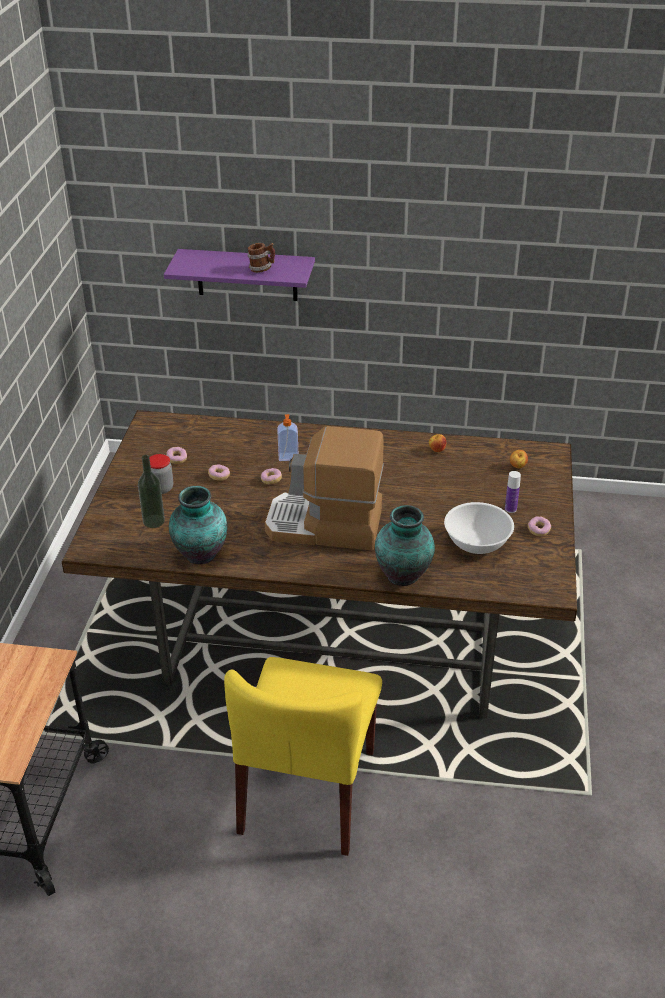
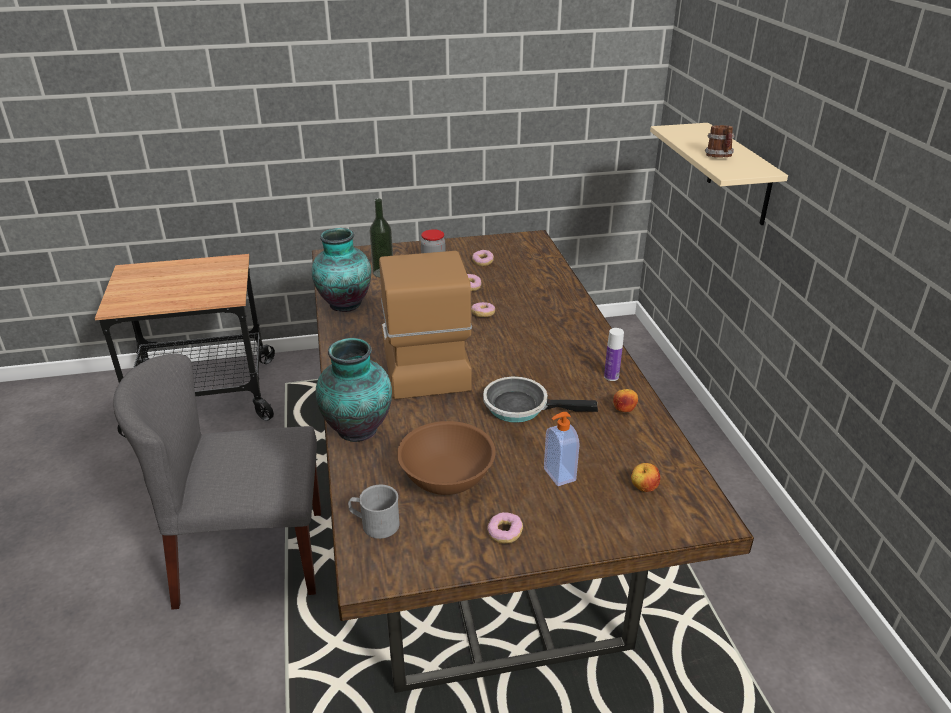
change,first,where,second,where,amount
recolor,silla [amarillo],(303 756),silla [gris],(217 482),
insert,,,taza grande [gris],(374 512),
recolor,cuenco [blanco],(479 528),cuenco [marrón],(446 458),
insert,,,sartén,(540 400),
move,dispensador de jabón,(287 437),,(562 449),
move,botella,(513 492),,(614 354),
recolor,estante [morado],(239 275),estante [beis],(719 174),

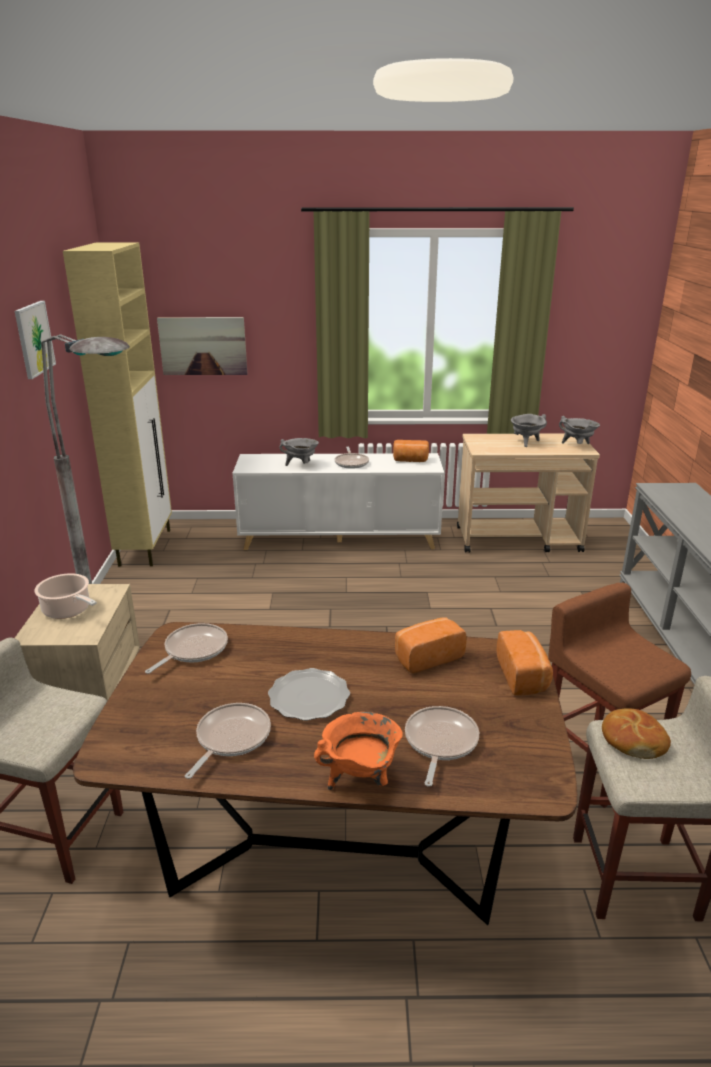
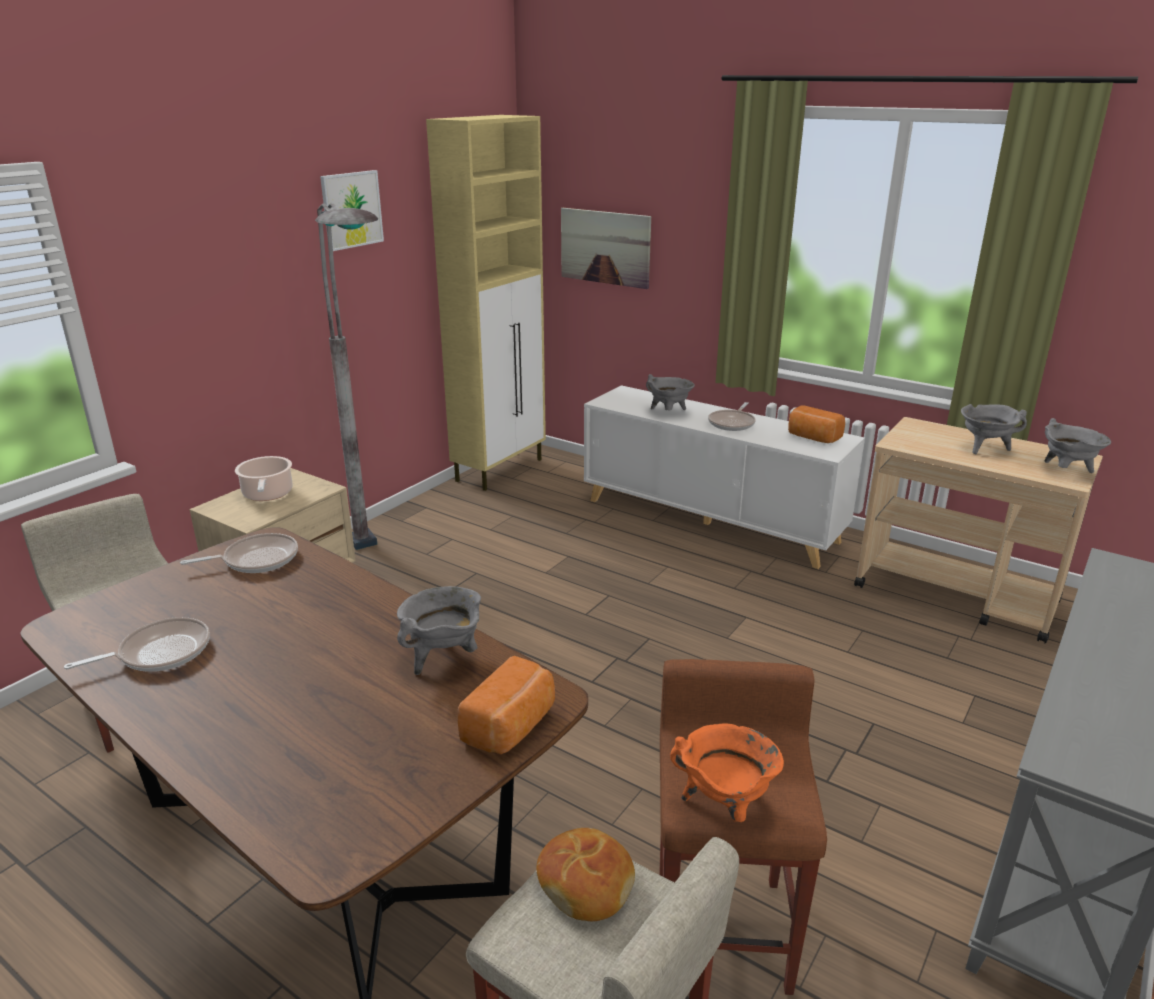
change,first,where,second,where,amount
replace,pan,(431 645),olla [gris],(439 630),
move,olla [naranja],(358 751),,(727 773),
delete,plato,(309 694),,,
delete,sartén,(442 746),,,

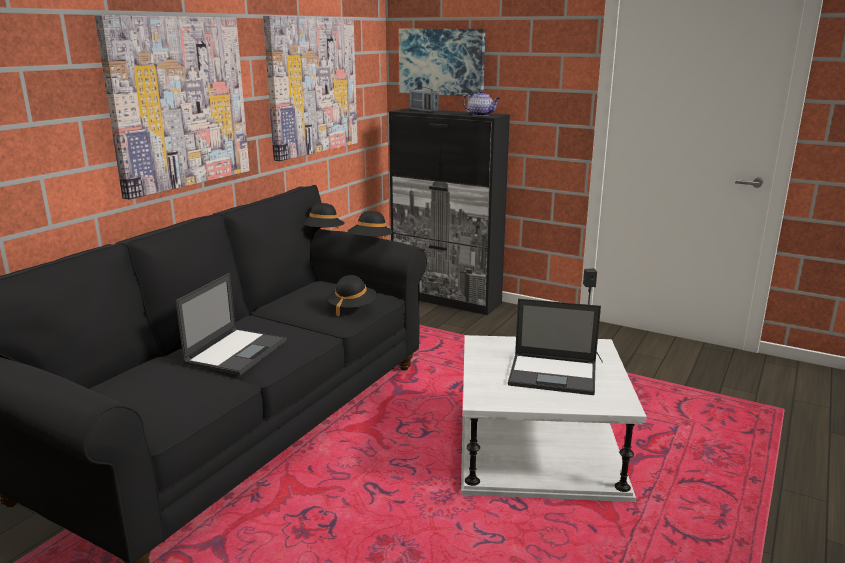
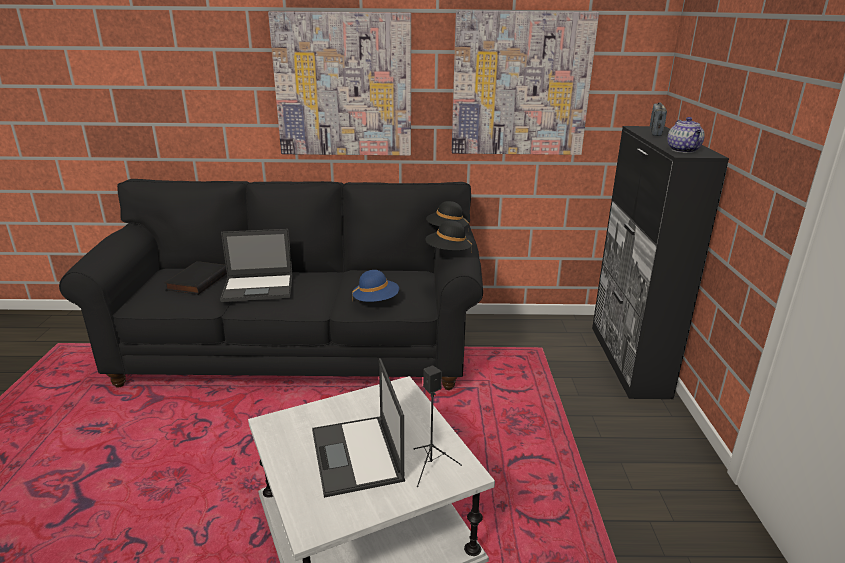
change,first,where,second,where,amount
insert,,,libro [negro],(195 278),
recolor,sombrero [negro],(352 296),sombrero [azul],(375 286),
delete,cuadro,(442 62),,,

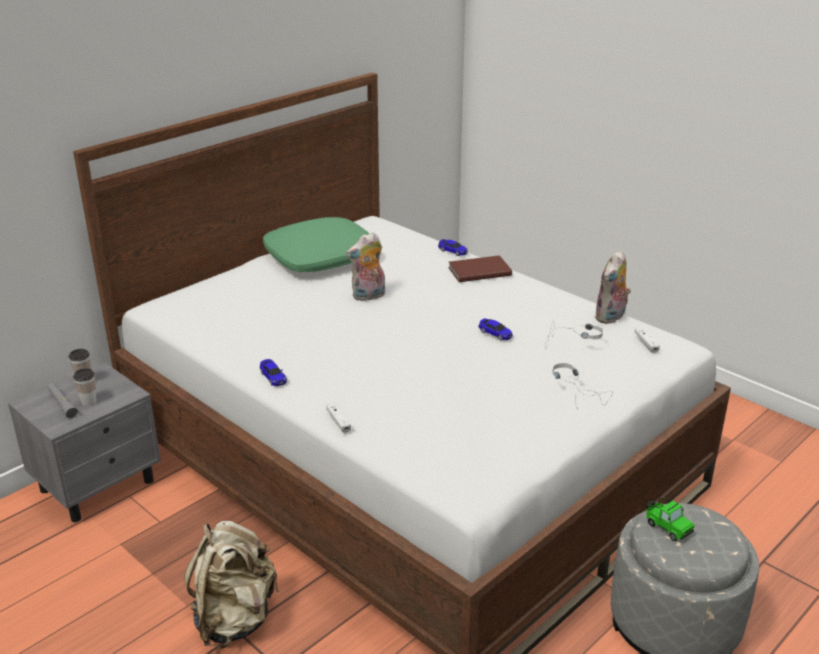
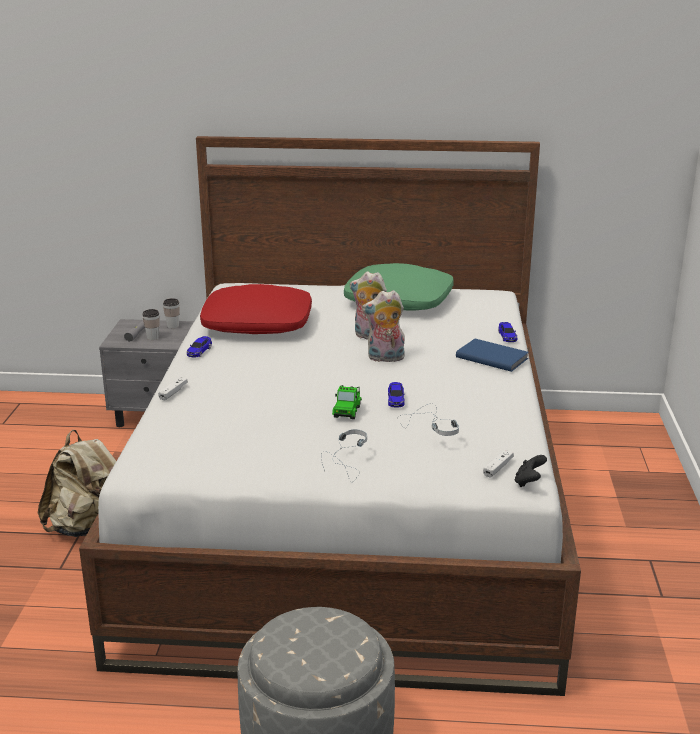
change,first,where,second,where,amount
insert,,,cojín [rojo],(256 309),
move,coche de juguete,(670 519),,(347 402),
move,peluche,(612 287),,(383 326),
recolor,libro [marrón],(480 268),libro [azul],(492 355),
insert,,,mando de consola [negro],(531 471),

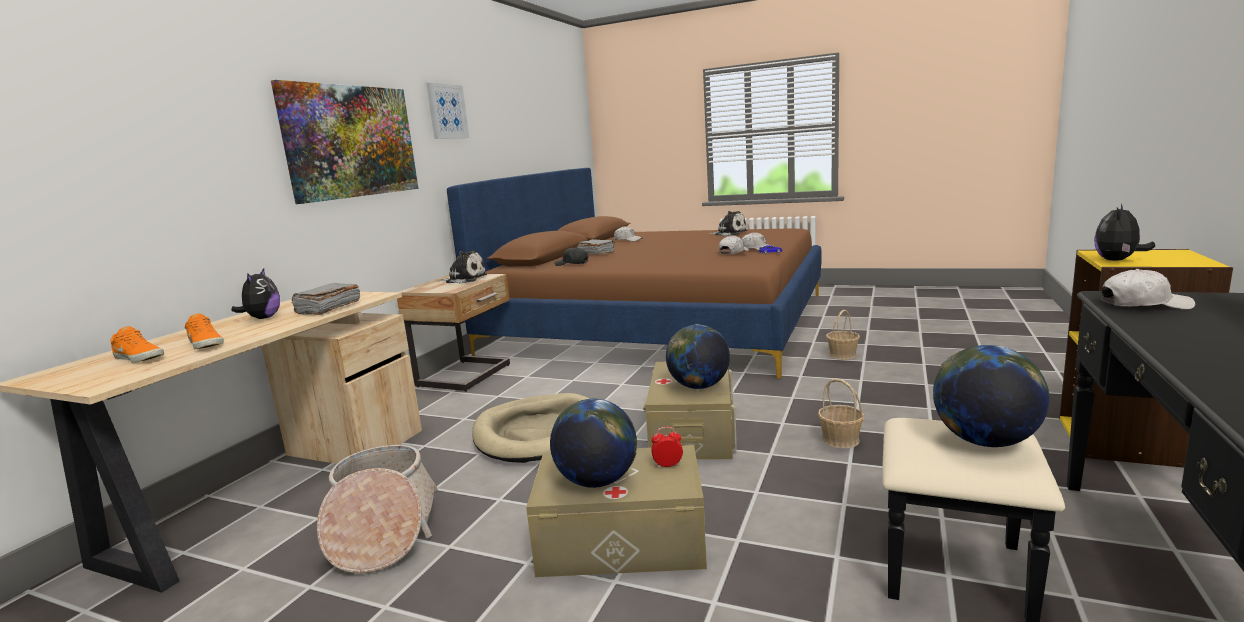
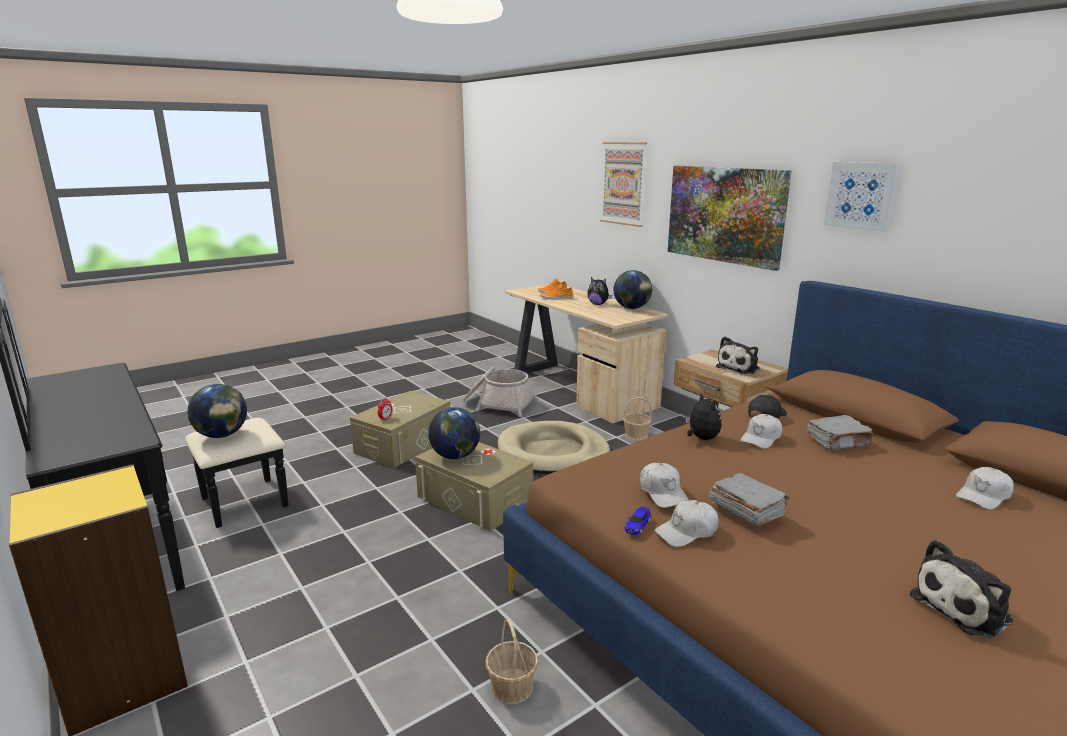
change,first,where,second,where,amount
insert,,,cuadro,(623 184),
move,globo terráqueo,(593 443),,(632 289),
move,cesta,(841 413),,(637 419),
move,peluche,(1124 232),,(703 416),
move,libro [gris],(326 299),,(749 499),
move,gorra [blanco],(1148 289),,(761 431),

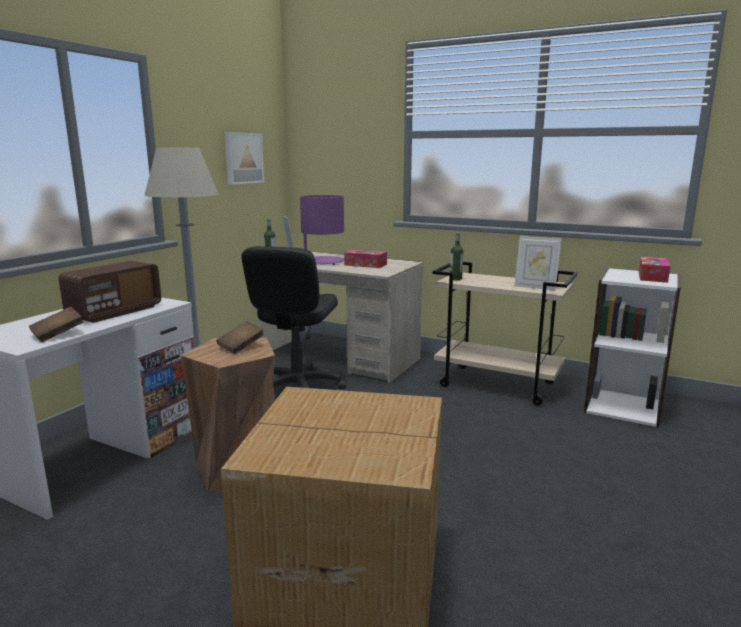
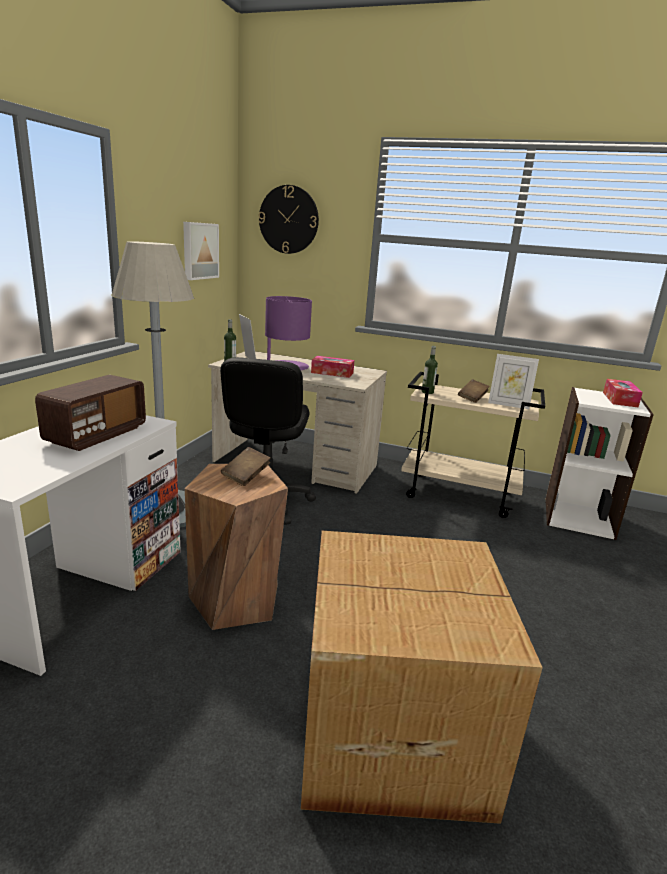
change,first,where,second,where,amount
insert,,,reloj de pared,(288 219),
move,libro [marrón],(56 324),,(474 391),

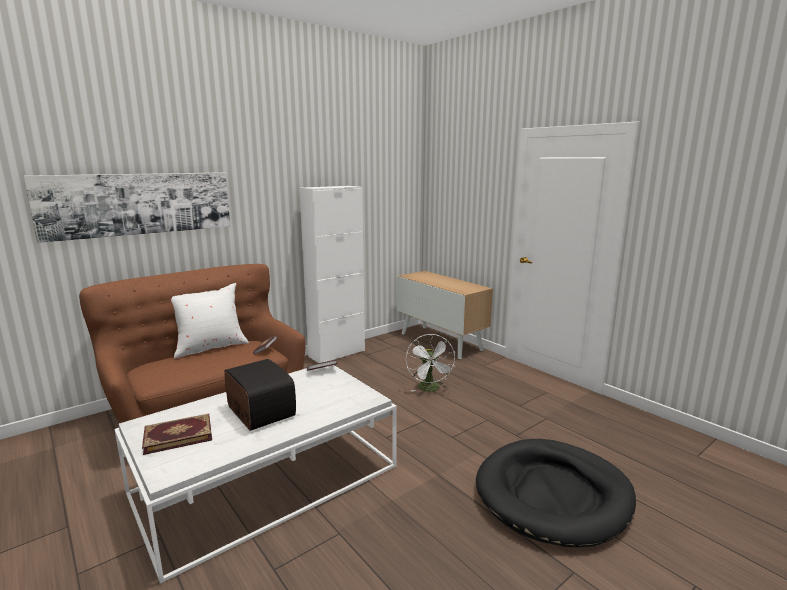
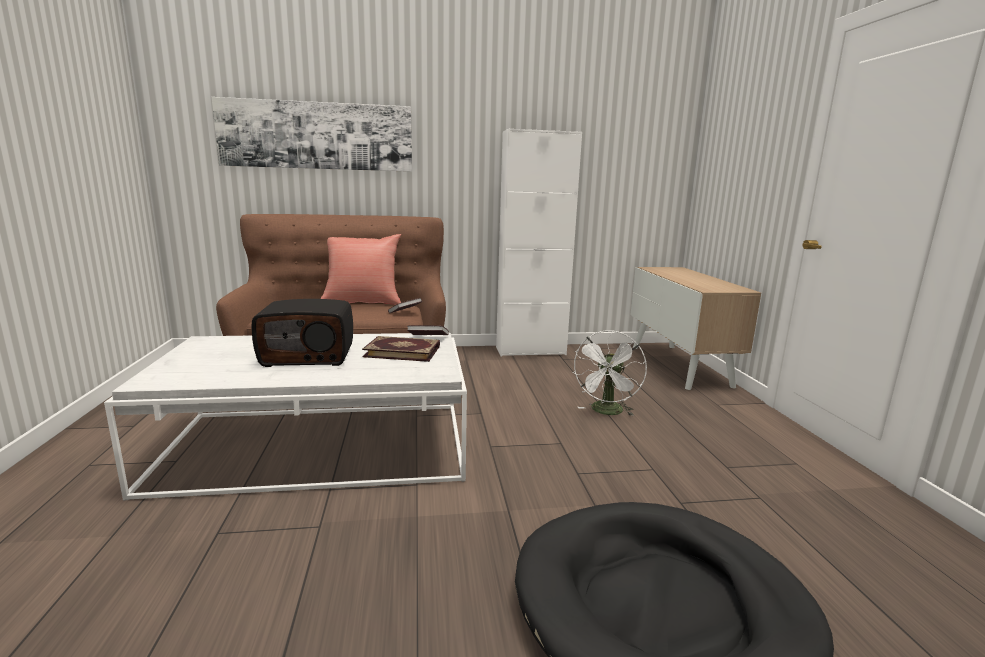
change,first,where,second,where,amount
rotate,radio,(260 395),,(302 333),90 degrees clockwise
recolor,cojín [blanco],(210 321),cojín [rojo],(360 269),
move,libro,(177 434),,(401 349),

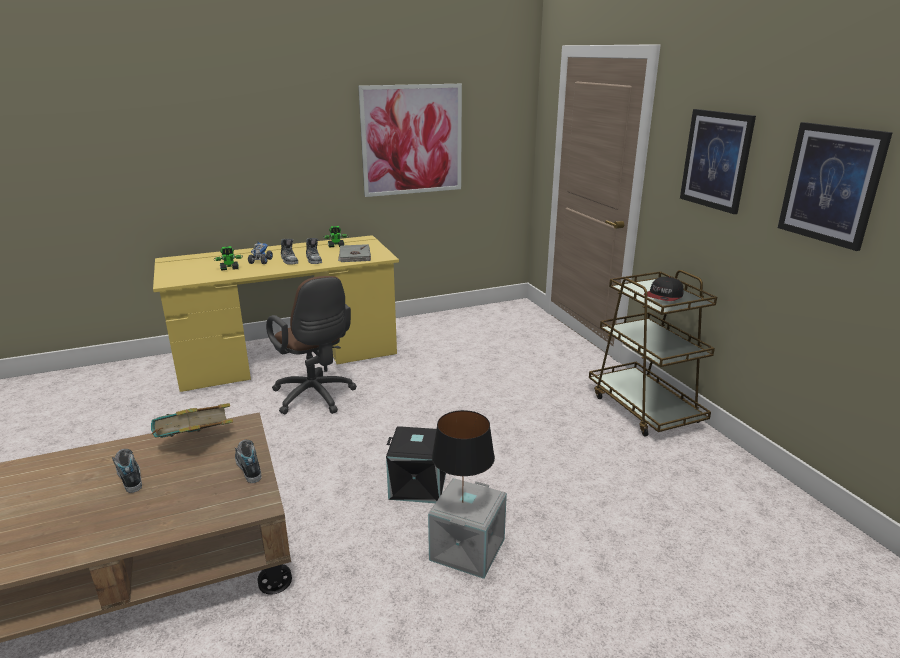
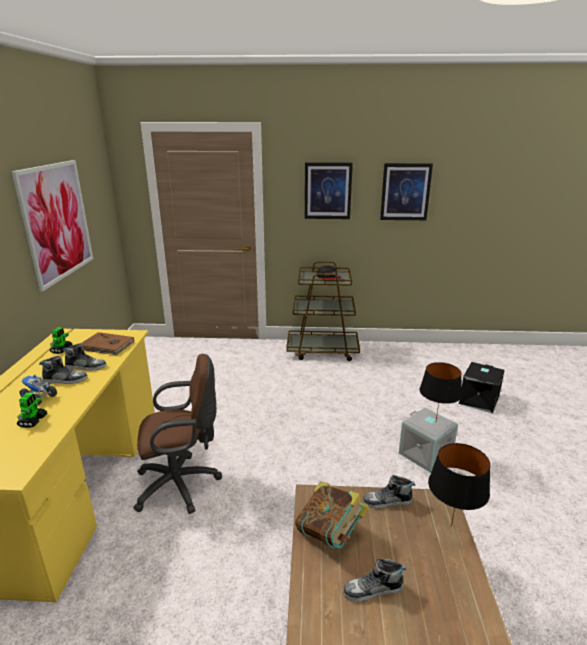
change,first,where,second,where,amount
recolor,libro [gris],(354 253),libro [marrón],(107 343),
insert,,,lámpara de mesa [negro],(459 485),
move,caja de almacenaje [negro],(416 464),,(482 388),

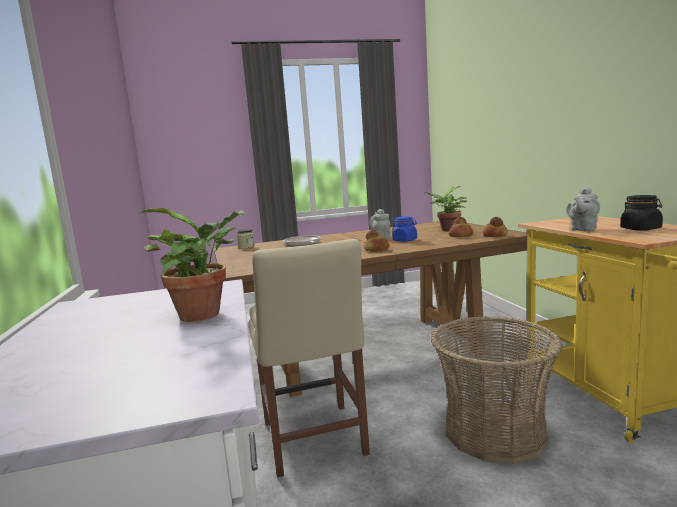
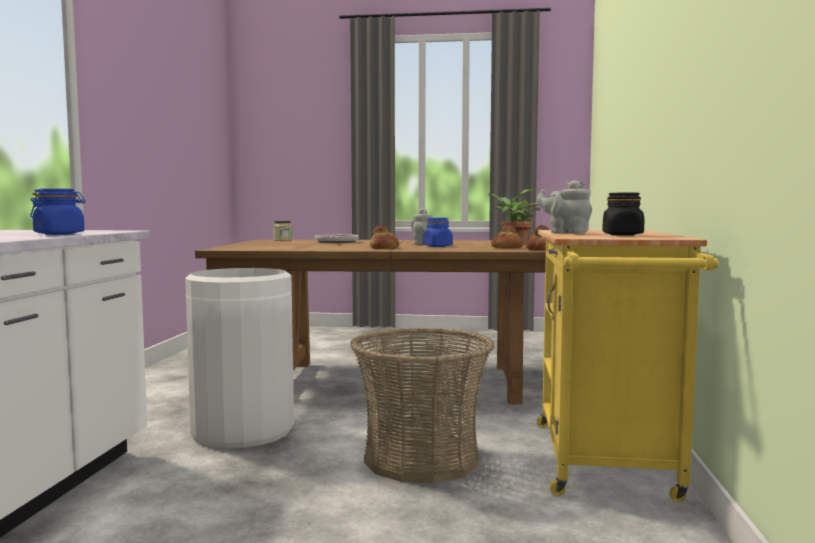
change,first,where,second,where,amount
replace,planta en maceta,(193 265),tarro [azul],(57 211),
replace,silla [beis],(309 358),papelera [blanco],(239 358),
rotate,tetera [gris],(583 209),,(564 207),60 degrees clockwise

